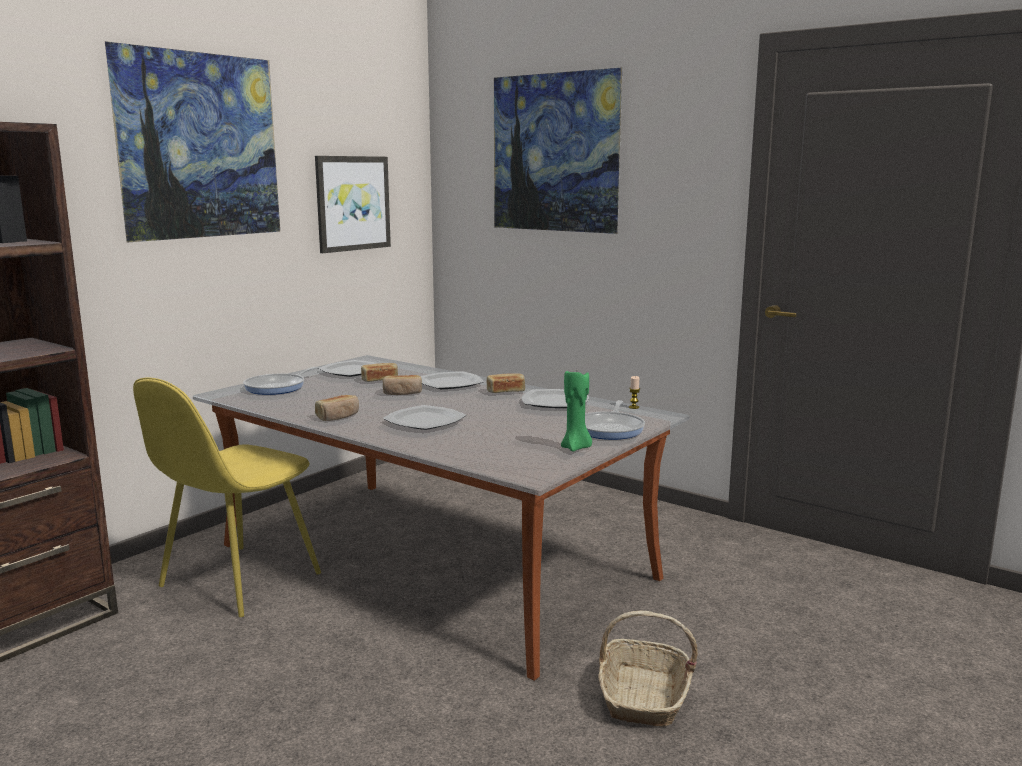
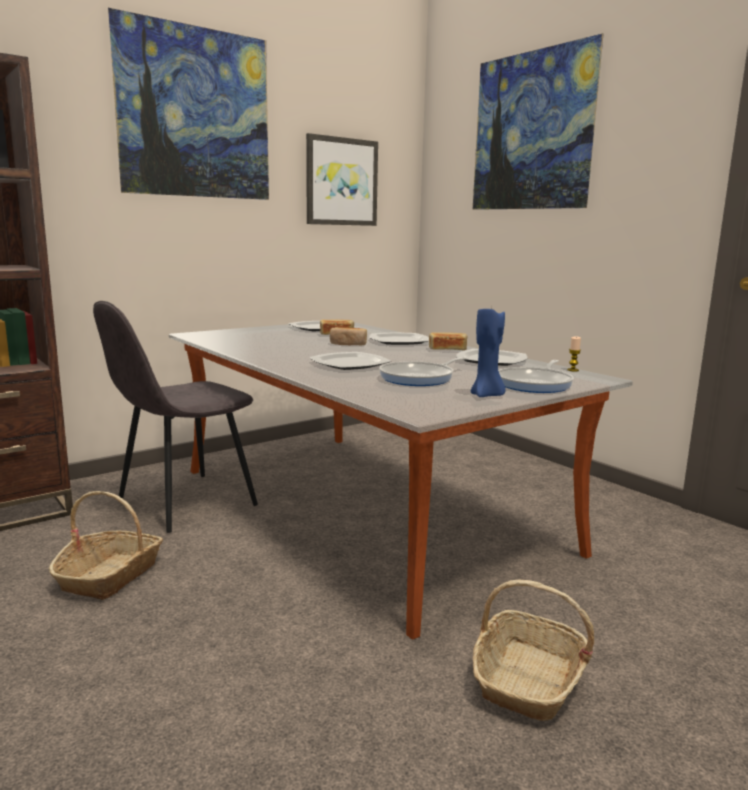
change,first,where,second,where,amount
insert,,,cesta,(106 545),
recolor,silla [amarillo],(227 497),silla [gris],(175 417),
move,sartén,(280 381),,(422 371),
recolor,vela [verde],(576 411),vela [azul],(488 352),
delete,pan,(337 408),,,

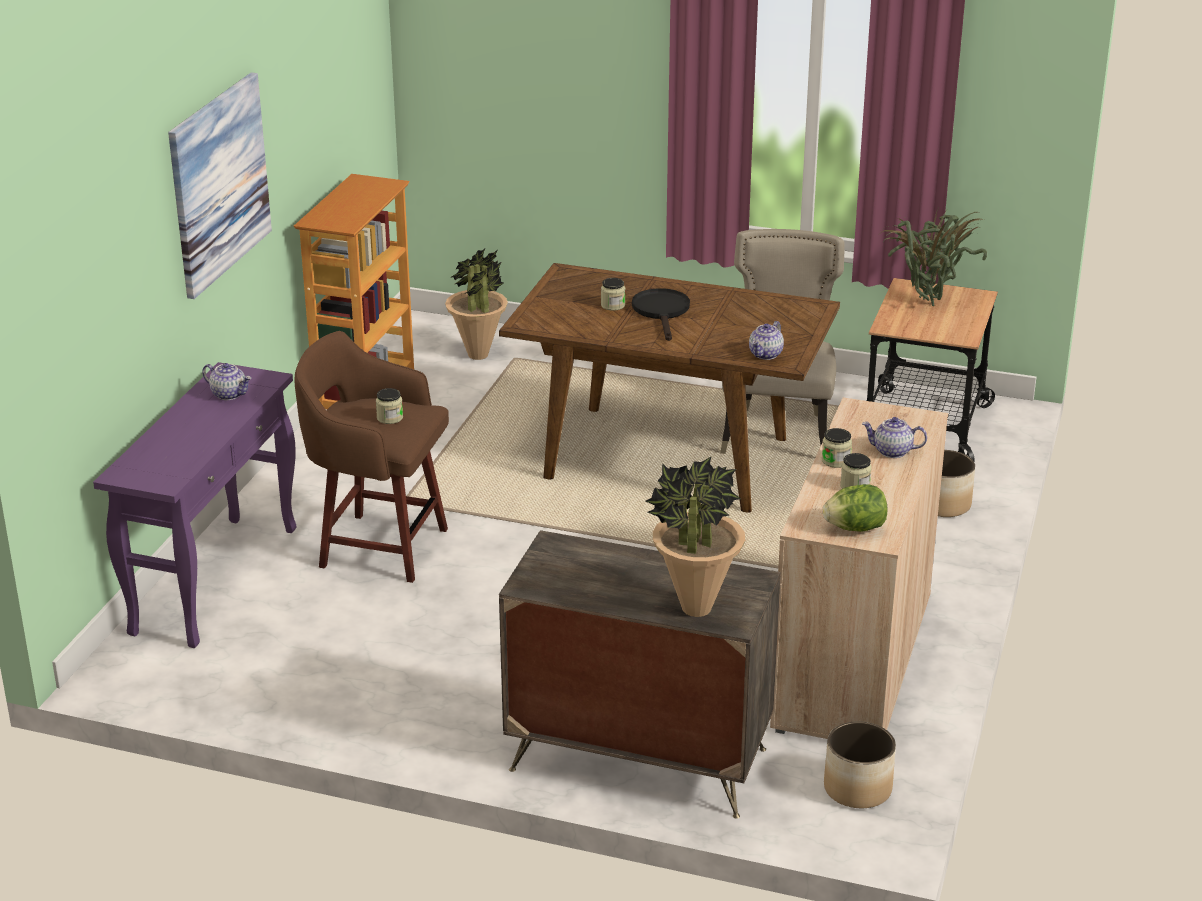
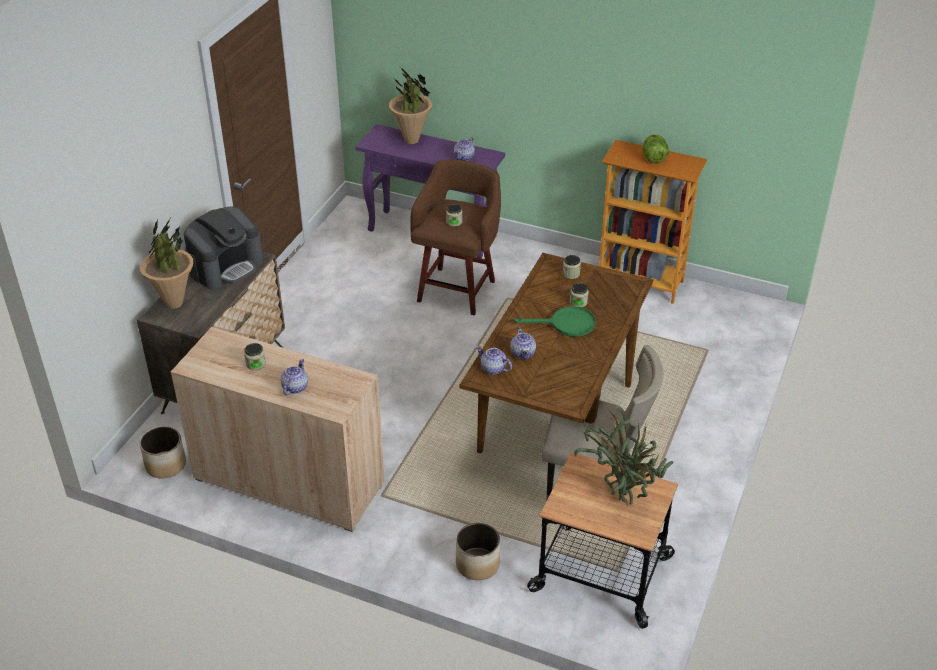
change,first,where,second,where,amount
insert,,,cafetera,(223 248),
move,planta en maceta,(476 304),,(410 105),
insert,,,tetera,(523 343),
recolor,sartén [negro],(661 314),sartén [verde],(555 321),
move,tarro,(837 448),,(572 267),
move,lechuga,(855 508),,(656 149),
delete,cuadro,(220 185),,,

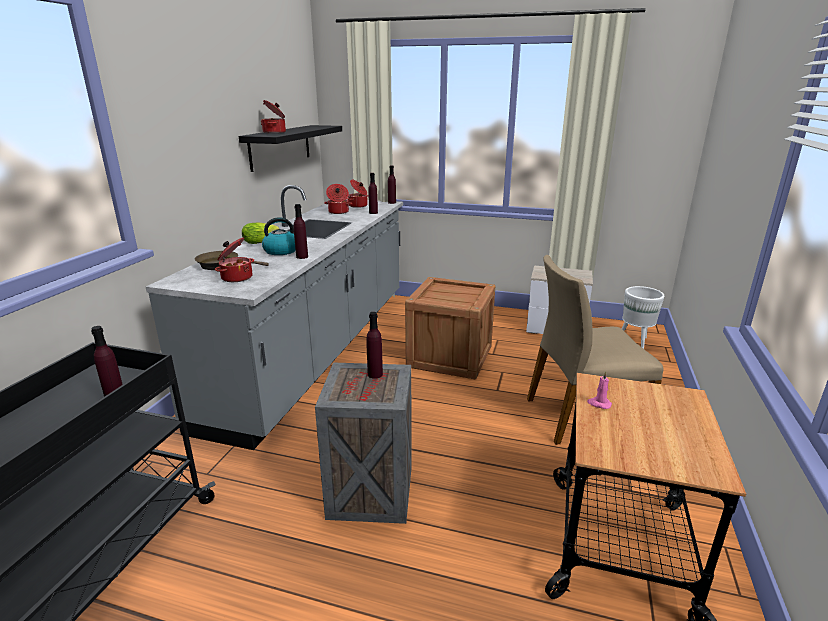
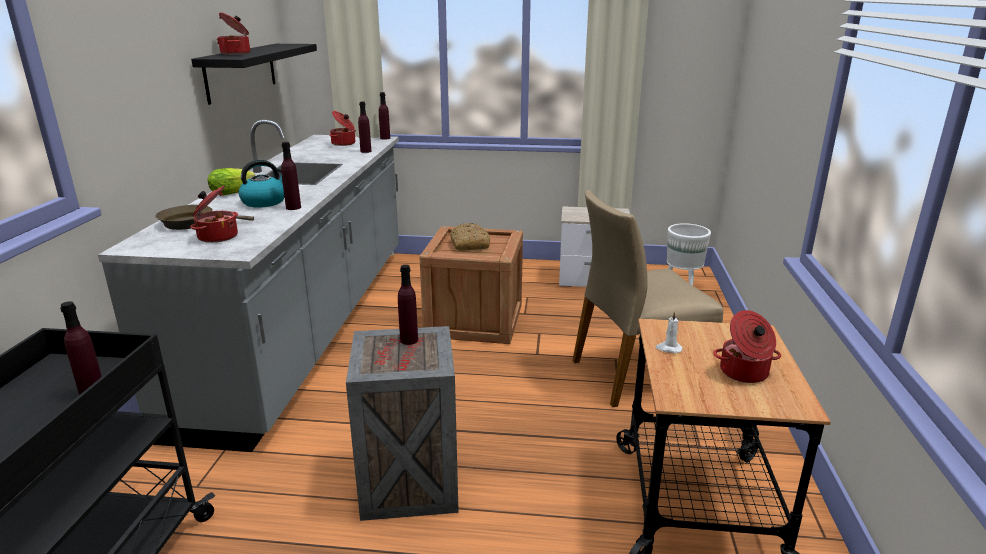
change,first,where,second,where,amount
insert,,,pan,(470 237),
recolor,vela [rosa],(599 390),vela [blanco],(669 332),
move,olla,(338 199),,(747 346),

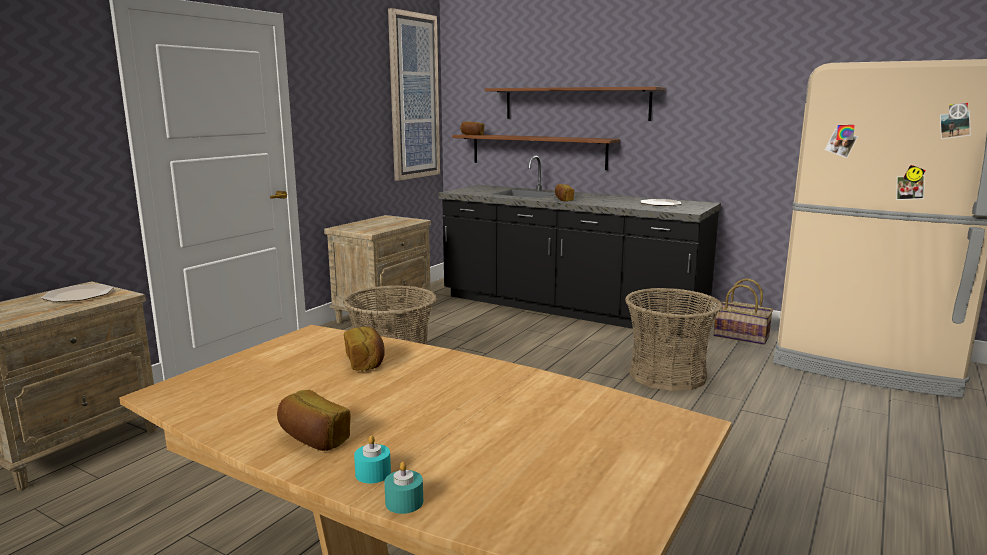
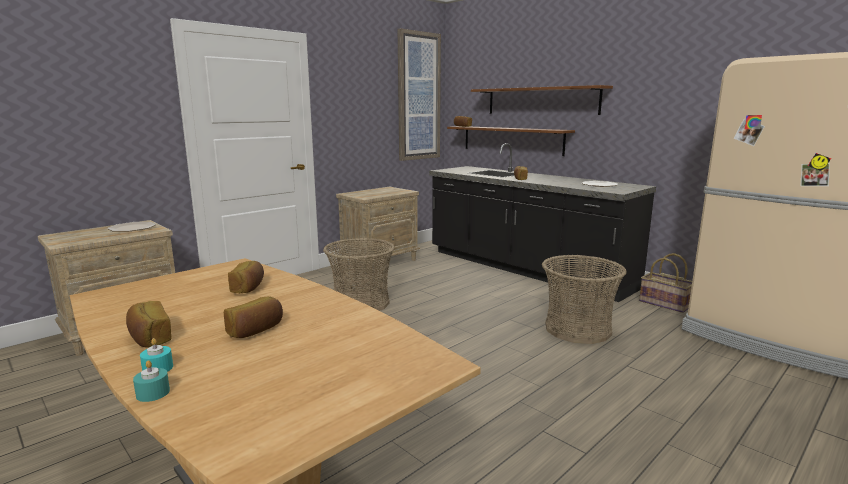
change,first,where,second,where,amount
insert,,,pan,(253 317),

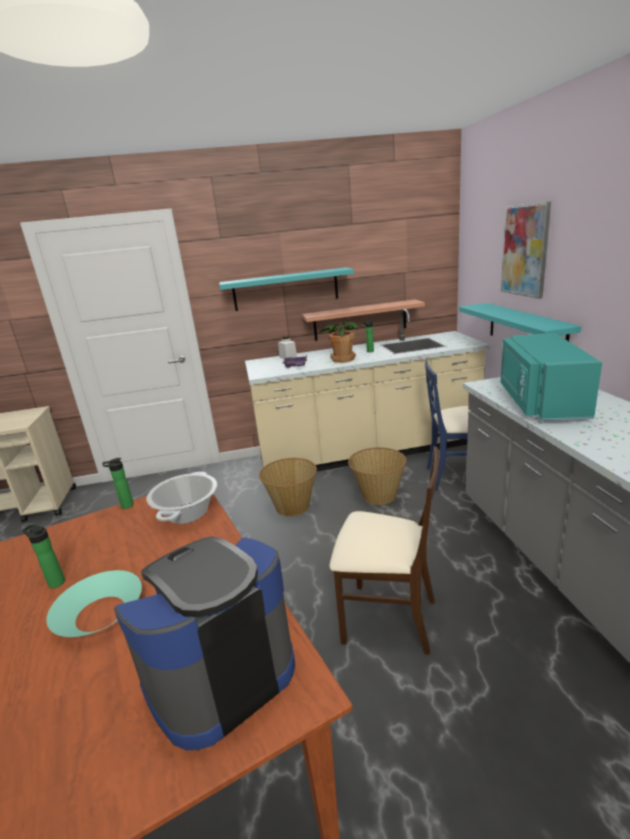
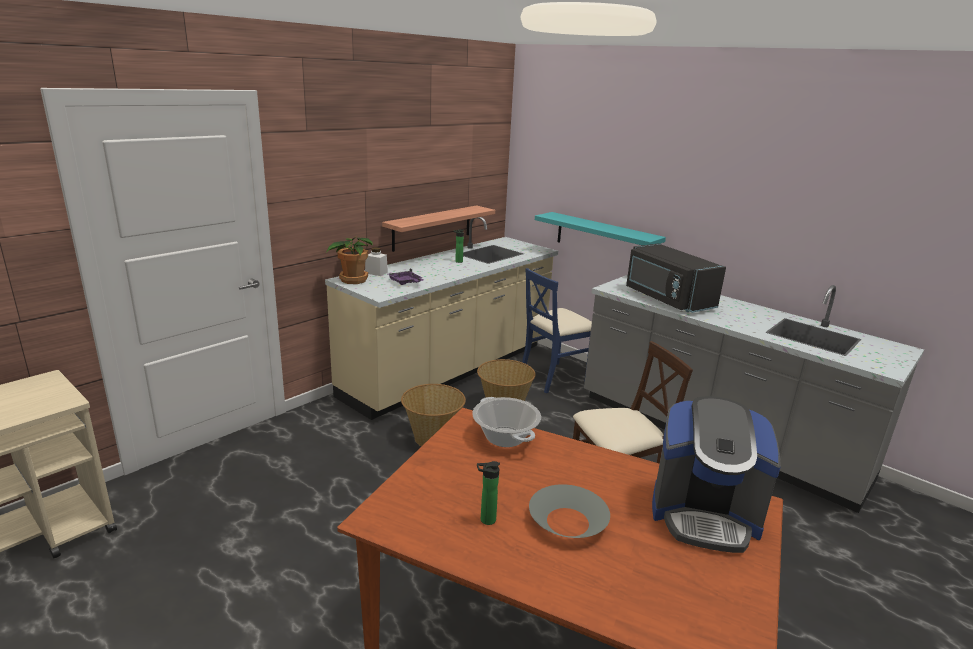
change,first,where,second,where,amount
move,planta en maceta,(338 341),,(349 260),
recolor,cuenco [turquesa],(94 603),cuenco [gris],(569 511),
recolor,microondas [turquesa],(551 377),microondas [negro],(676 278),
rotate,cafetera,(204 643),,(716 474),90 degrees counterclockwise
delete,botella,(118 483),,,
delete,estante [turquesa],(286 289),,,
delete,cuadro,(526 250),,,

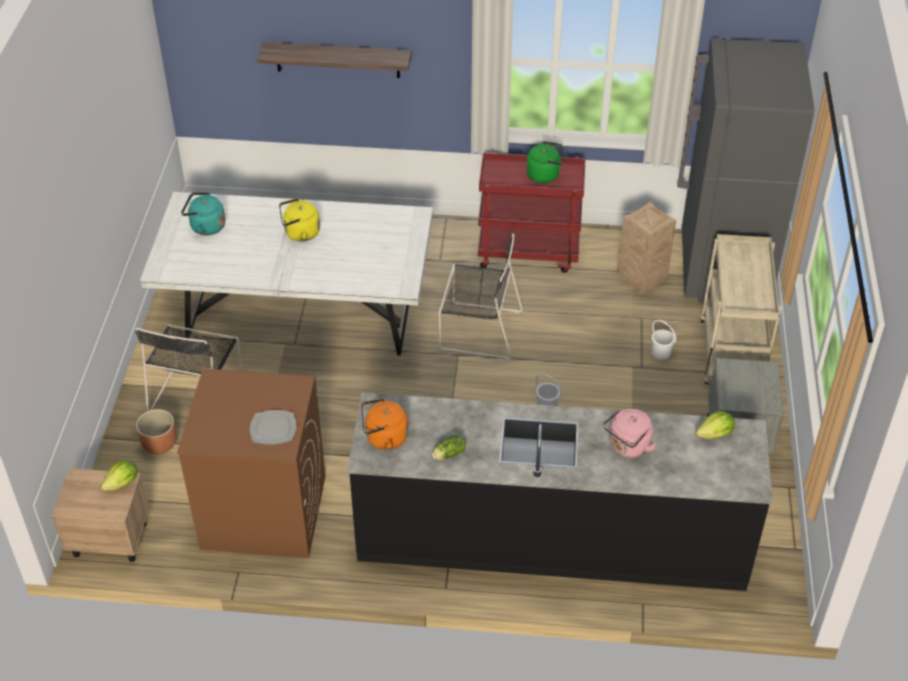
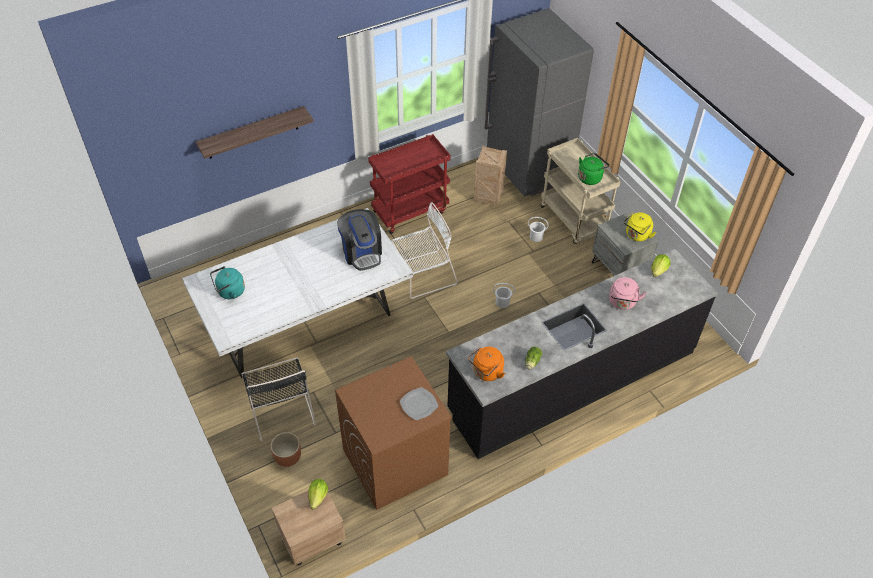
change,first,where,second,where,amount
insert,,,cafetera,(359 240),
recolor,silla [negro],(481 296),silla [blanco],(424 250),
move,hervidor [verde],(545 162),,(594 169),
move,hervidor [amarillo],(299 219),,(640 226),

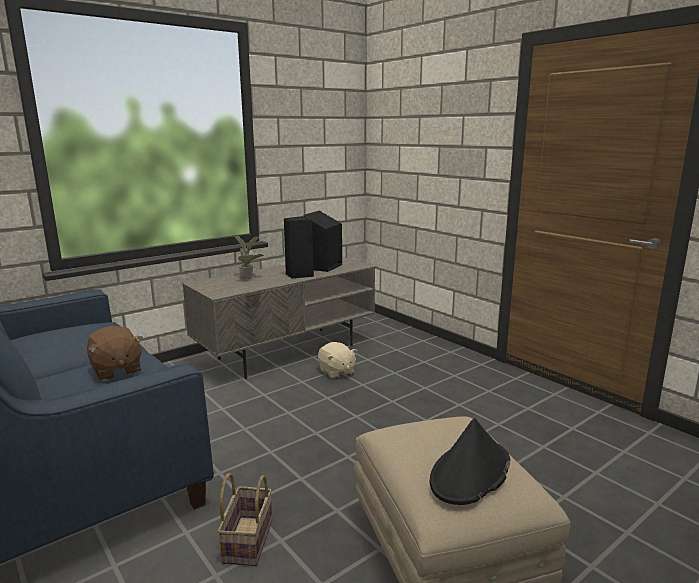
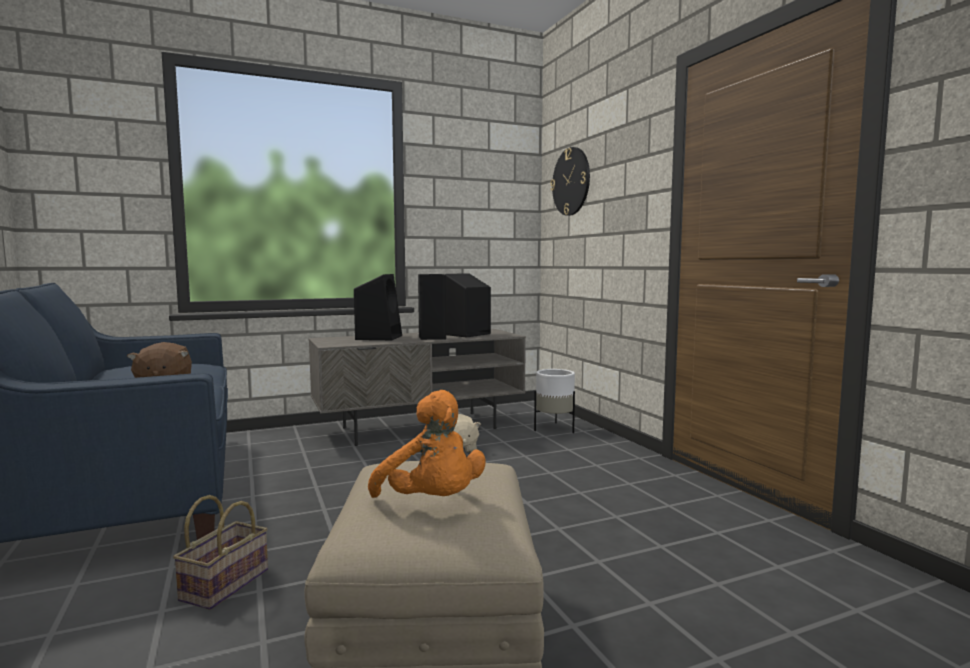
change,first,where,second,where,amount
replace,planta en maceta,(249 258),altavoz [negro],(378 307),
replace,sombrero [negro],(470 461),peluche [naranja],(427 444),
insert,,,maceta [blanco],(554 401),
insert,,,reloj de pared,(570 181),

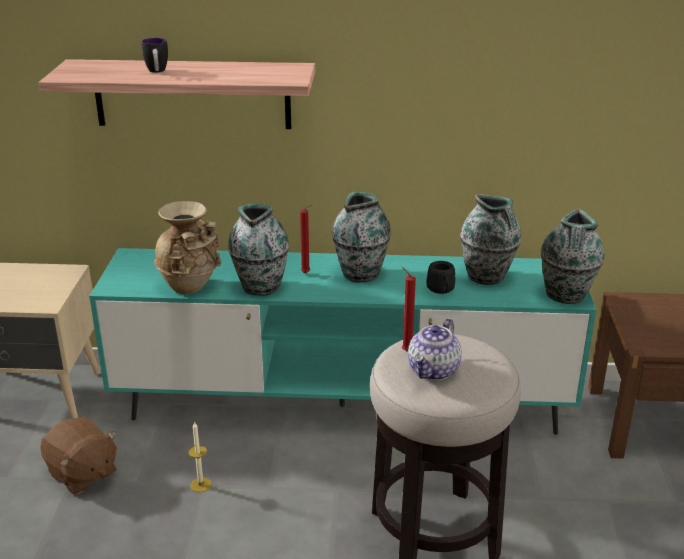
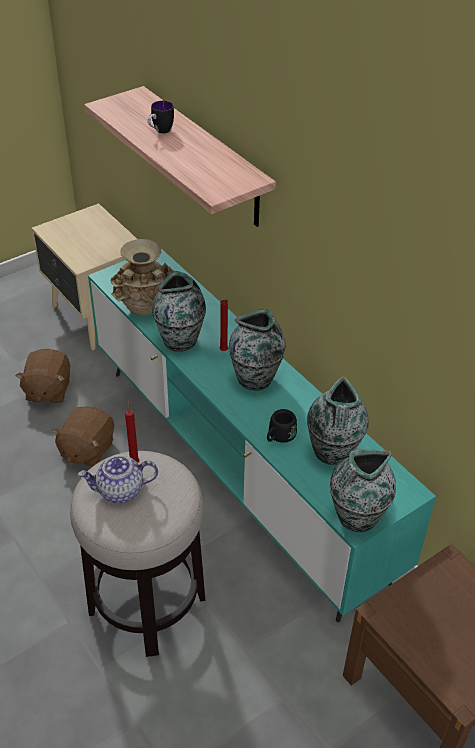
change,first,where,second,where,amount
replace,vela,(200 456),peluche [marrón],(83 436),

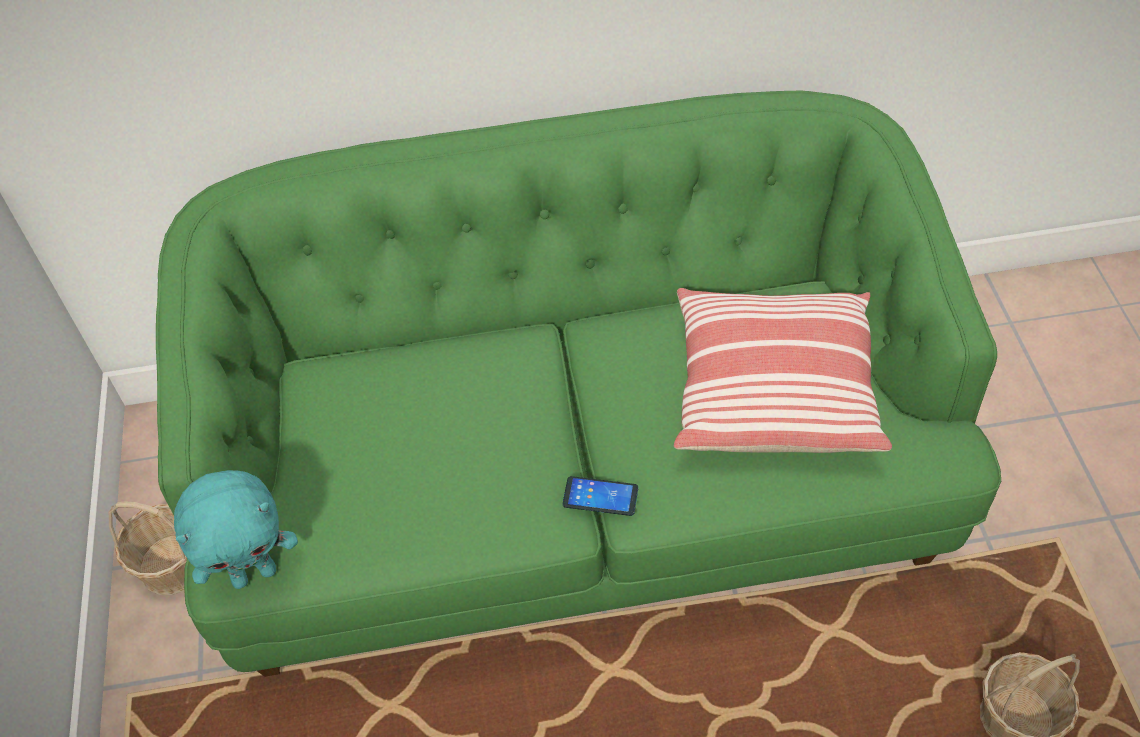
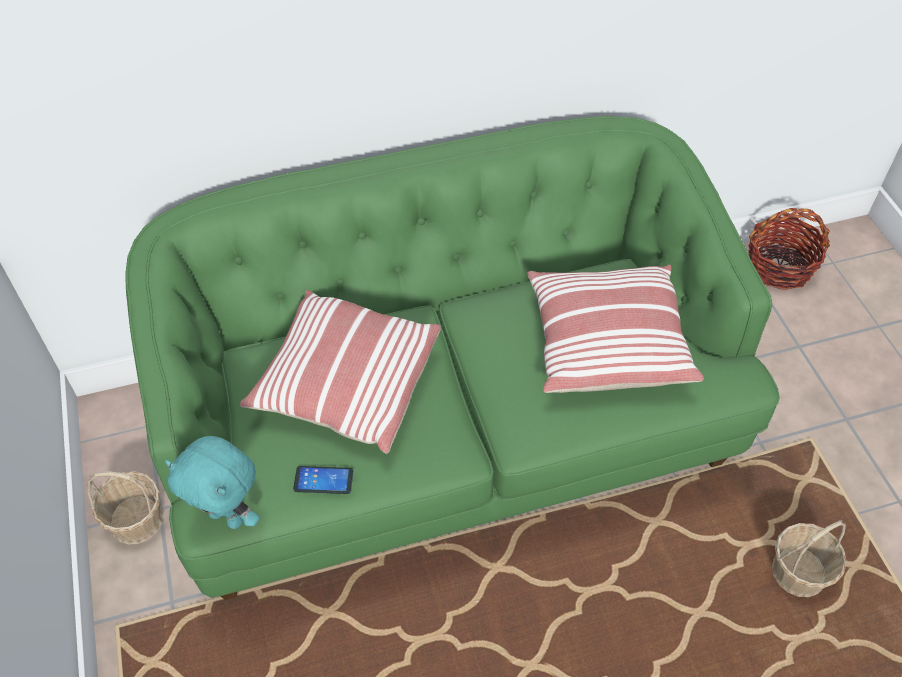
change,first,where,second,where,amount
rotate,peluche [turquesa],(236 529),,(212 482),60 degrees clockwise
insert,,,cojín,(340 372),
move,móvil,(600 496),,(323 480),
insert,,,cesta,(789 249),

